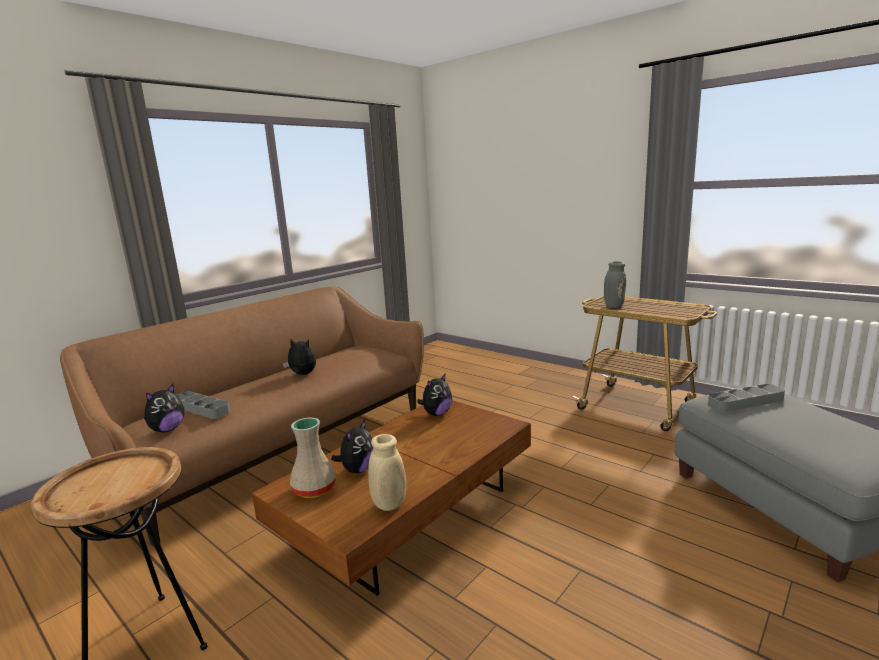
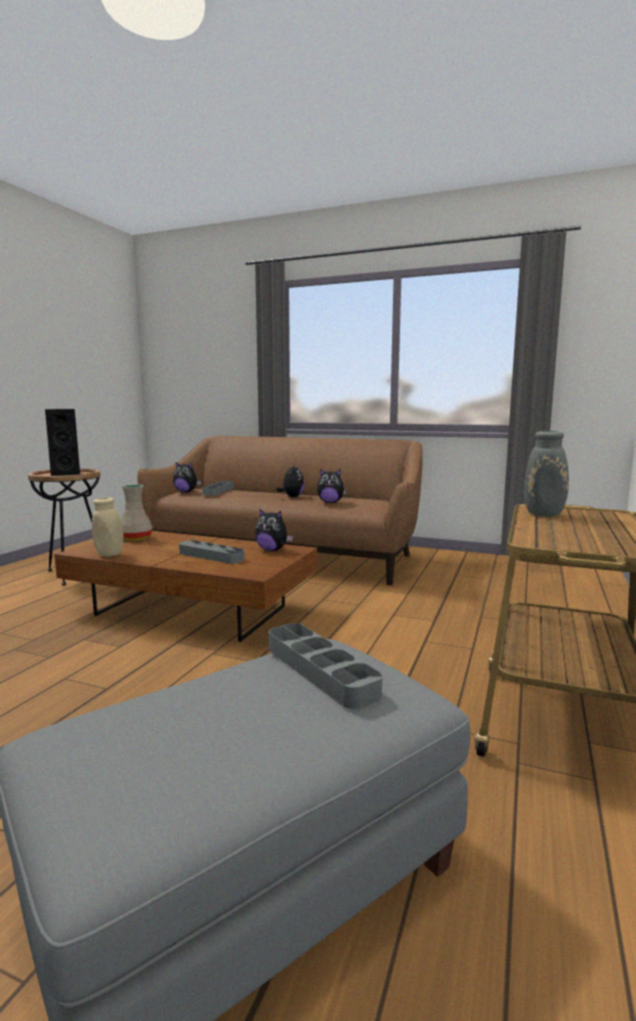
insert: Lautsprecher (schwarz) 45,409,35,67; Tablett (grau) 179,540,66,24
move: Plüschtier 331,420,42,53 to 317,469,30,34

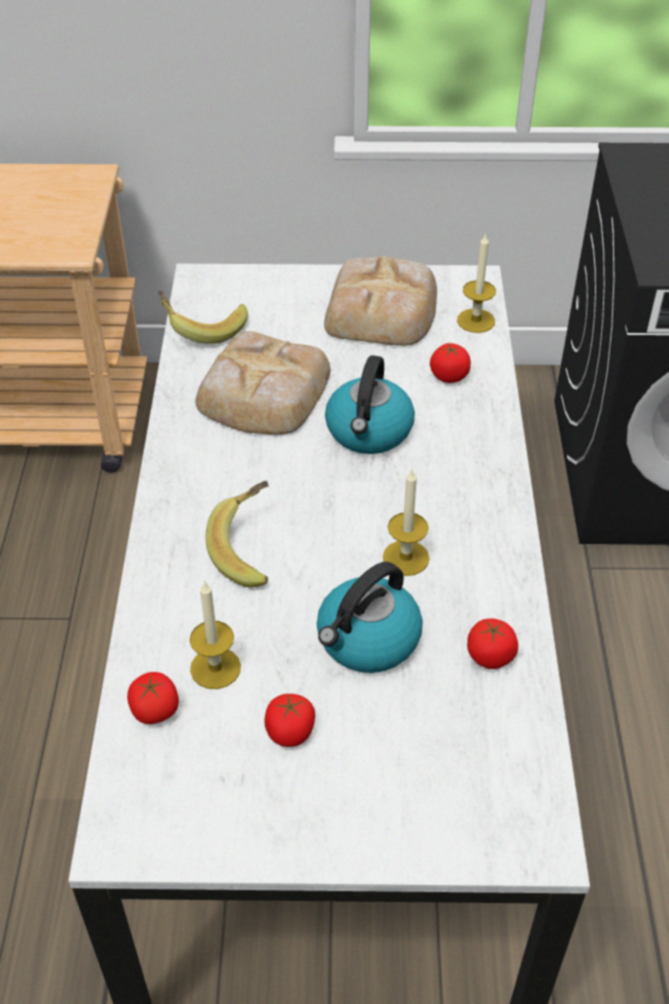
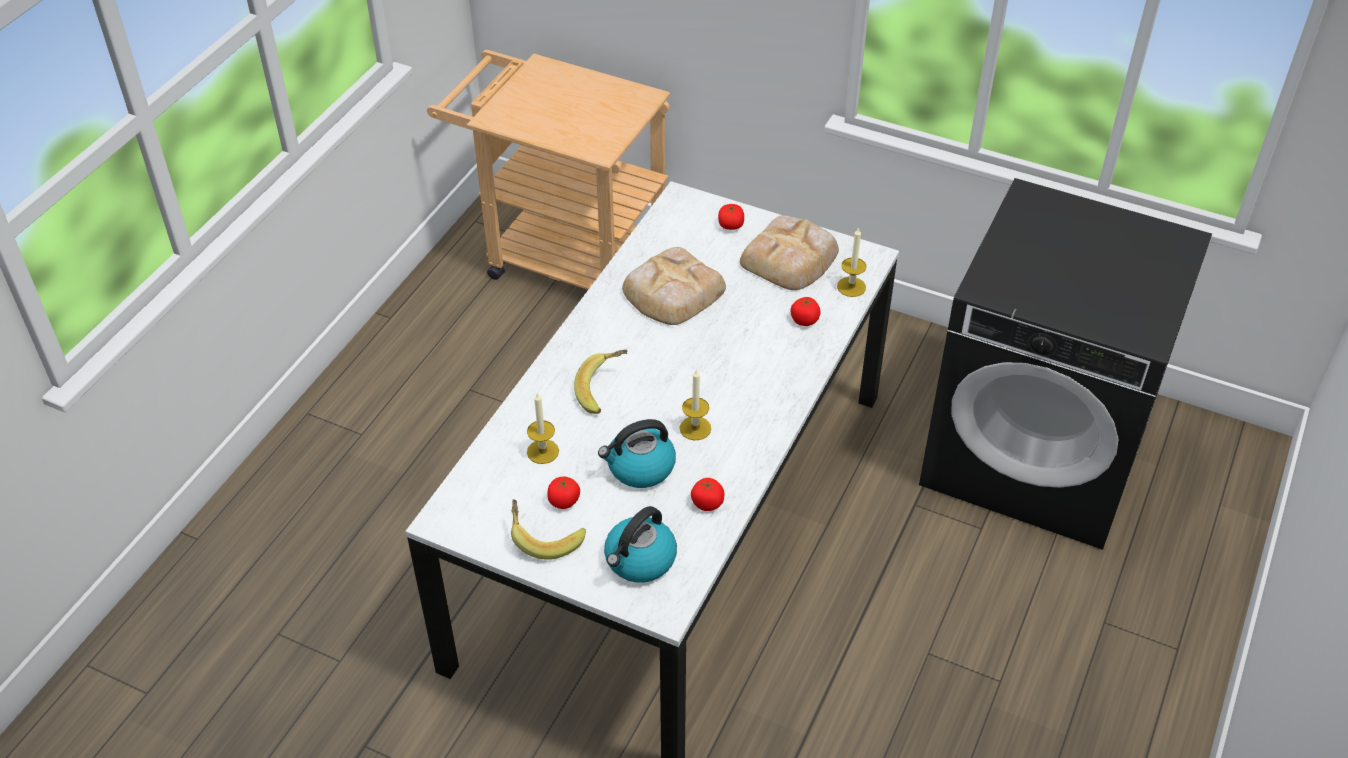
move: Tomate 127,672,52,52 to 718,204,26,26; Banane 158,291,90,53 to 511,499,75,61; Wasserkessel 325,355,90,99 to 604,506,73,77

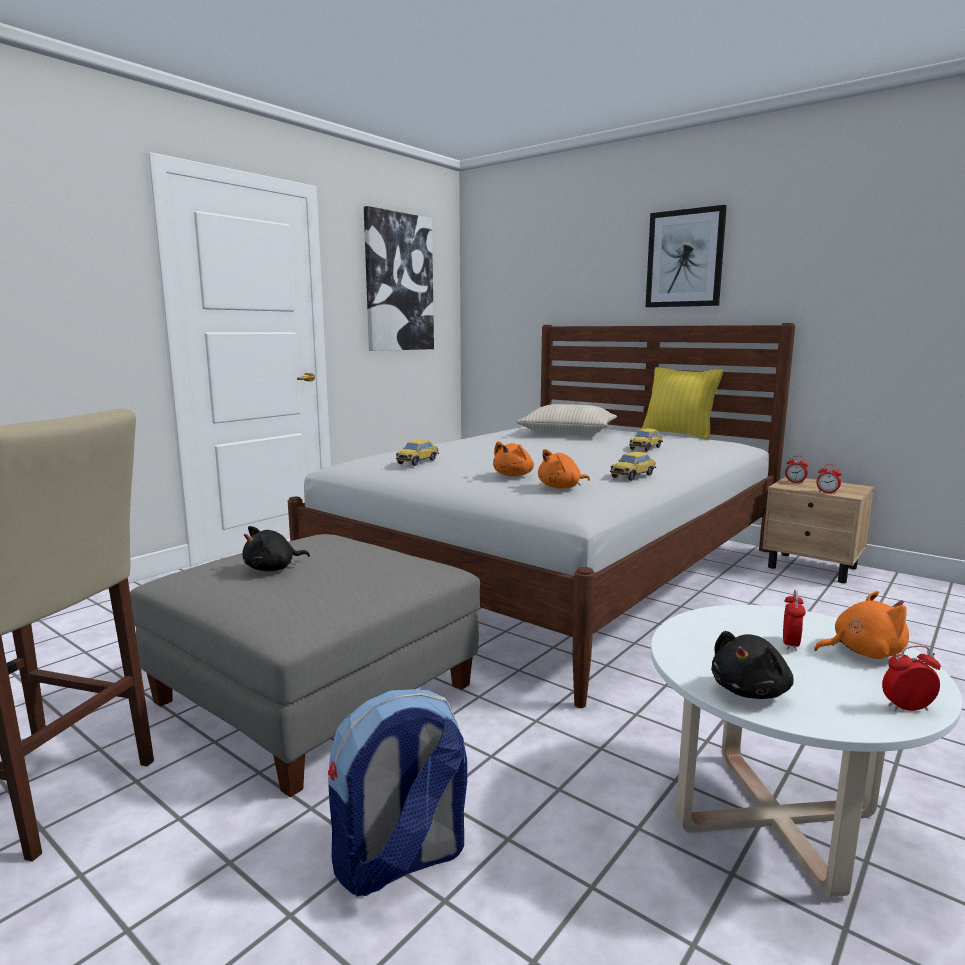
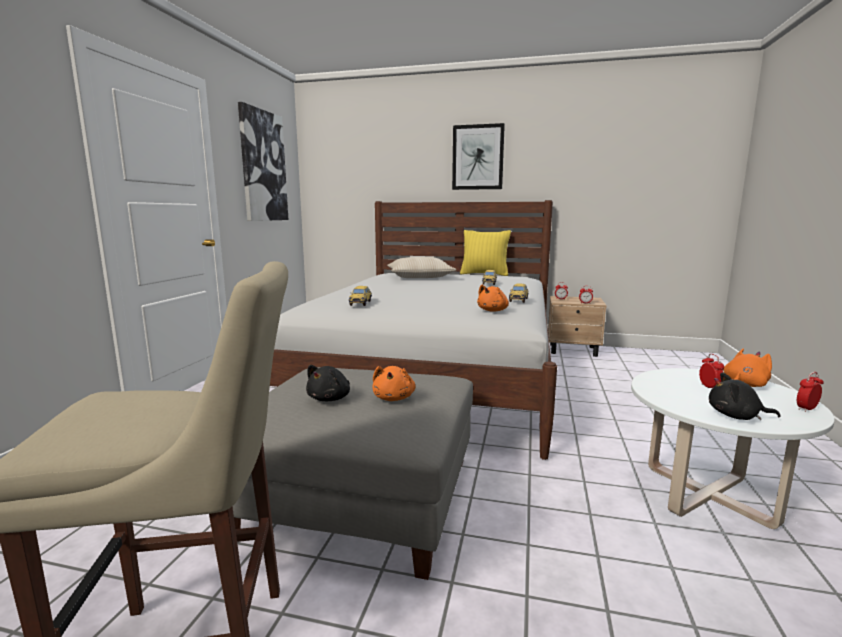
delete: Rucksack 328,689,139,208
move: Plüschtier (orange) 493,441,41,35 to 372,366,44,35
rotate: Plüschtier (schwarz) 711,631,83,68 = 709,372,71,48 90 degrees clockwise

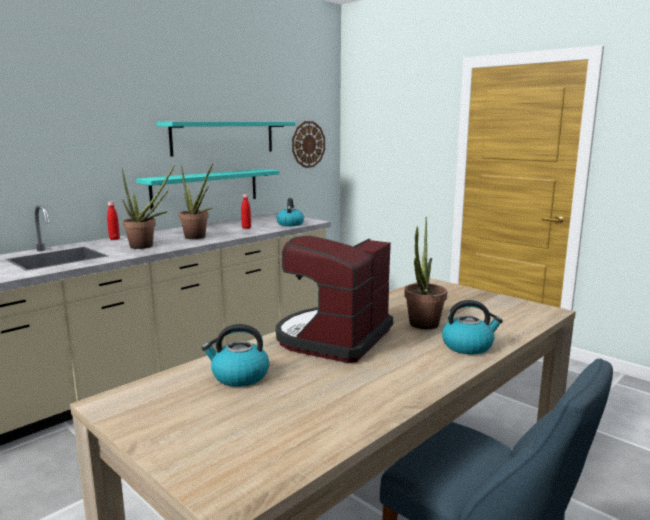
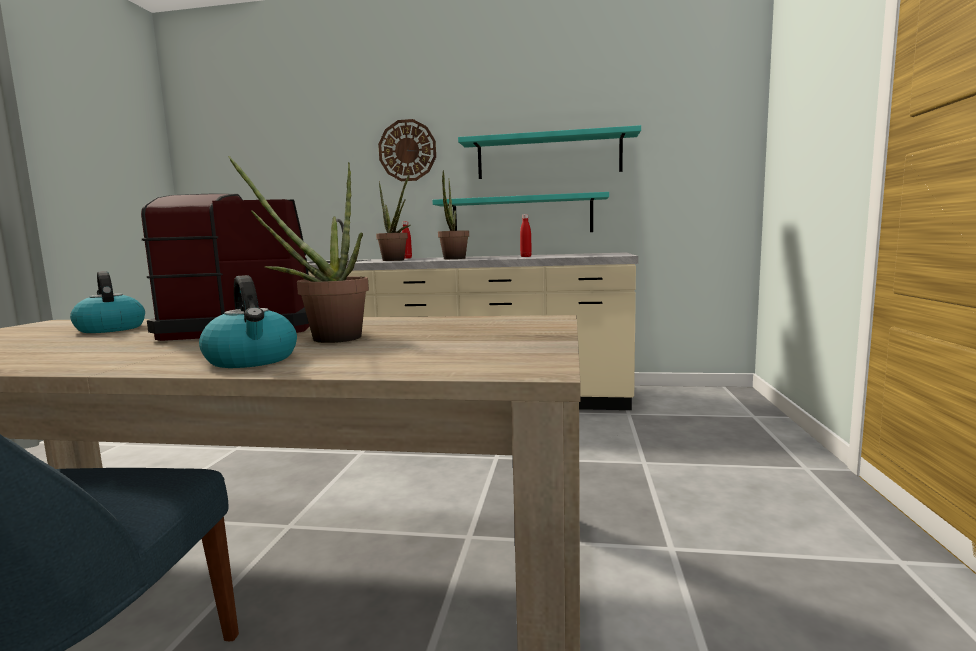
delete: Wasserkessel 277,198,27,28
move: Wanduhr 292,121,33,47 to 378,119,58,62

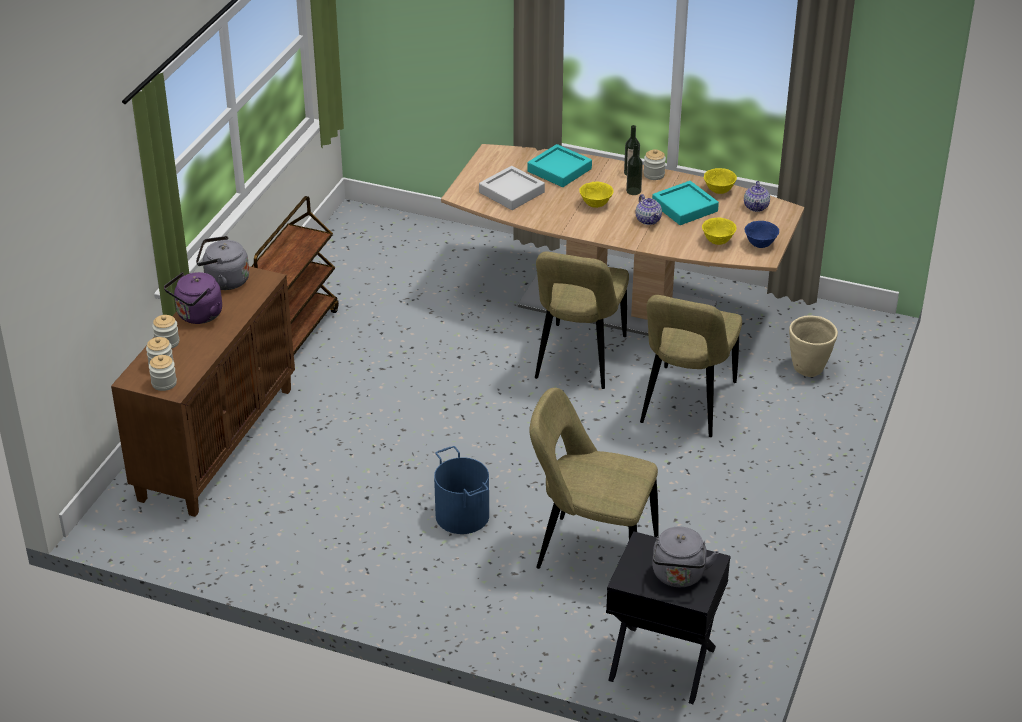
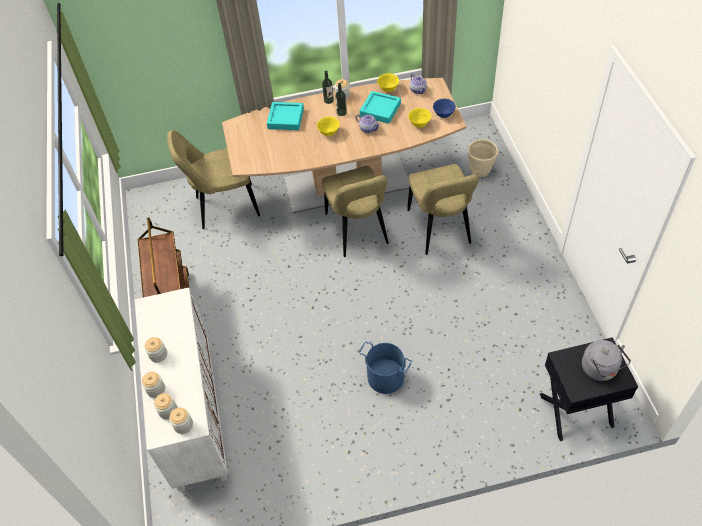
delete: Wasserkessel (grau) 196,236,53,54; Tablett (grau) 479,166,66,44
move: Stuhl (beige) 529,388,130,181 to 167,130,93,99
replace: Wasserkessel (lila) 164,272,58,52 to Vorratsglas 144,337,23,26
recolor: Schrank (braun) 111,266,184,251 to Schrank (weiß) 135,288,93,204

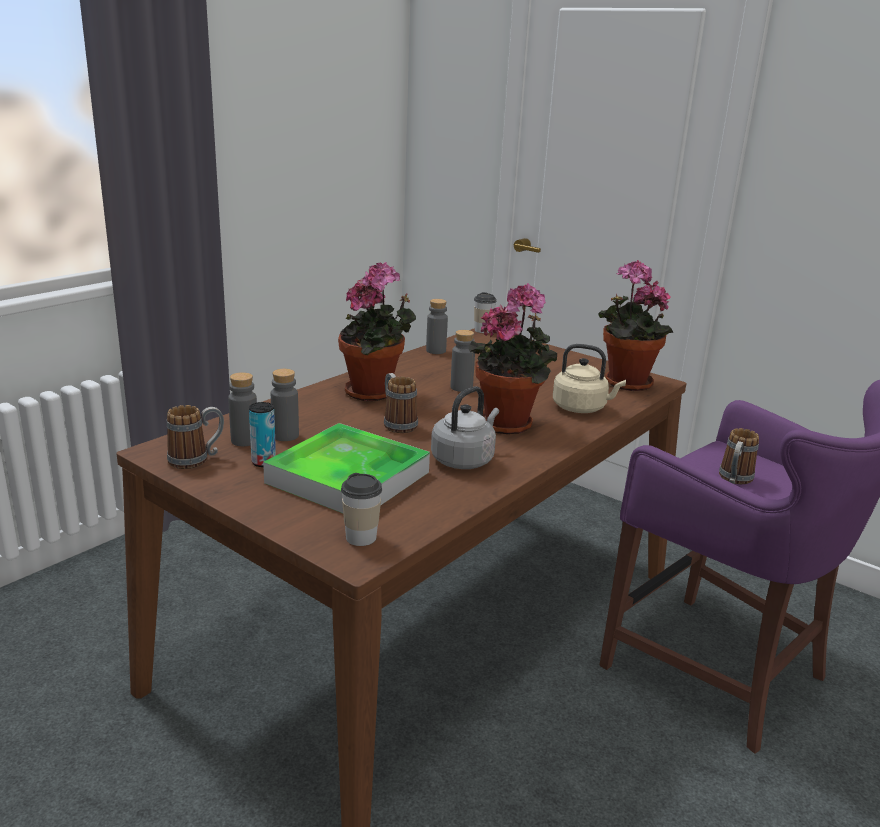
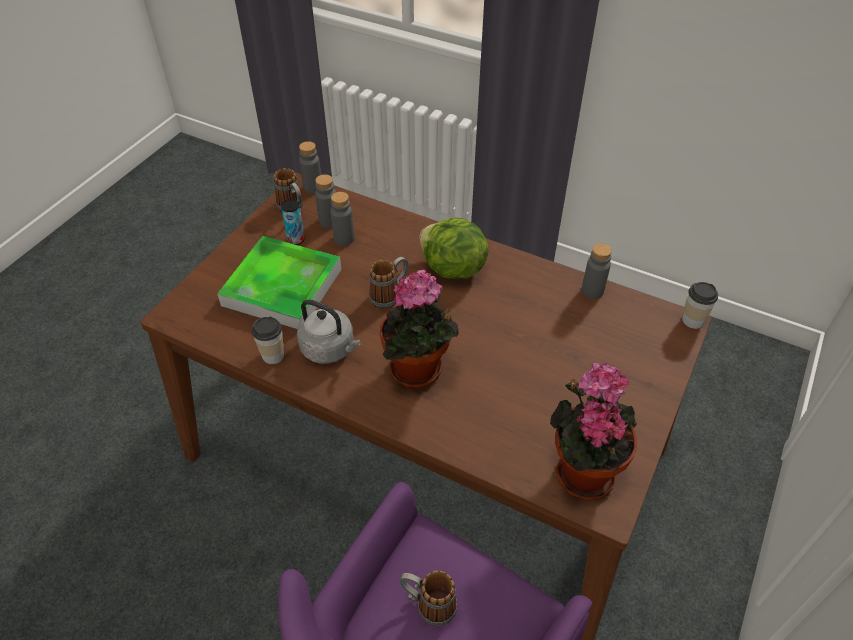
delete: Wasserkessel (beige) 553,344,73,69
move: Tasse 341,473,41,73 to 252,317,32,47; Flasche (grau) 450,330,25,62 to 299,141,22,53
replace: Topfpflanze 338,262,78,139 to Salatkopf 419,218,70,61

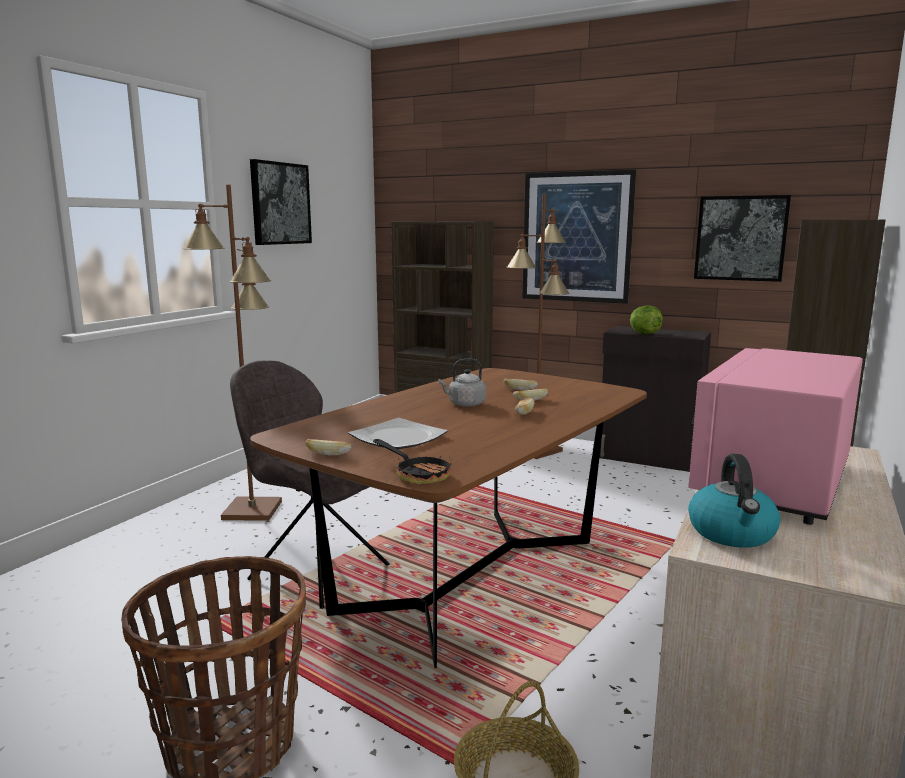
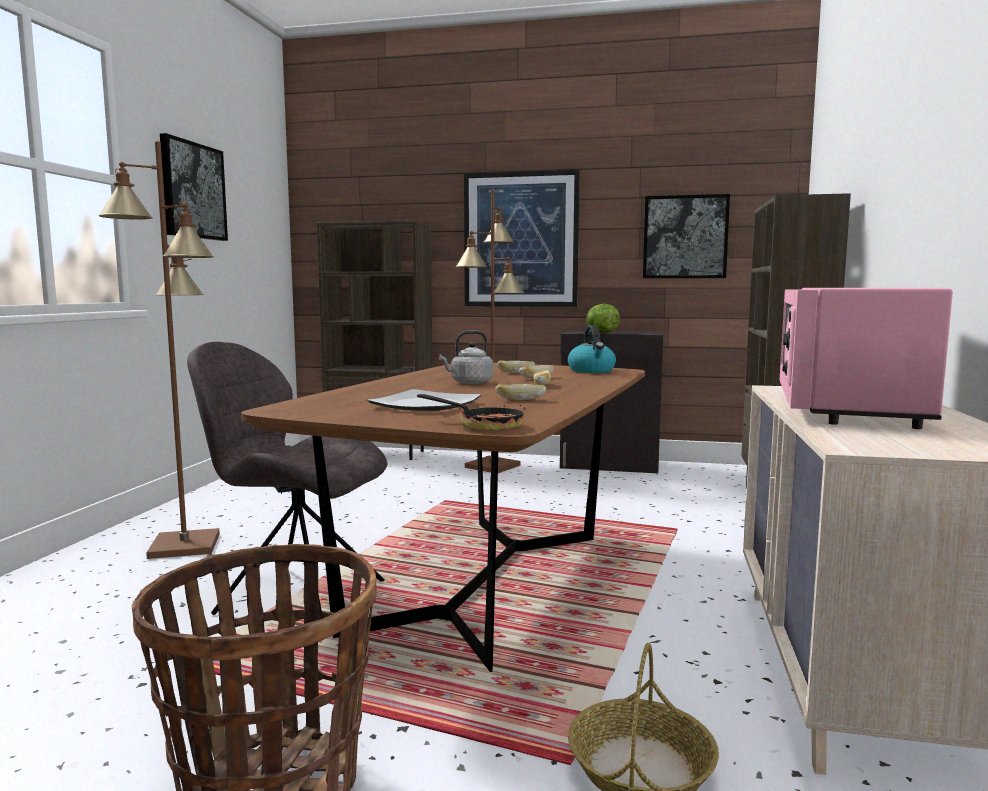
move: Brot 305,439,46,16 to 495,384,51,16; Wasserkessel 688,454,92,94 to 568,325,48,48

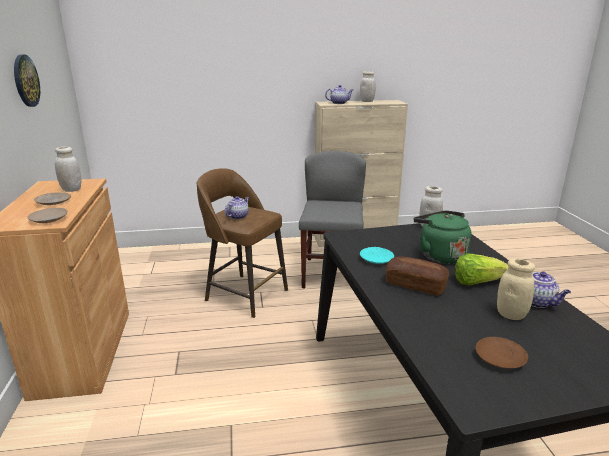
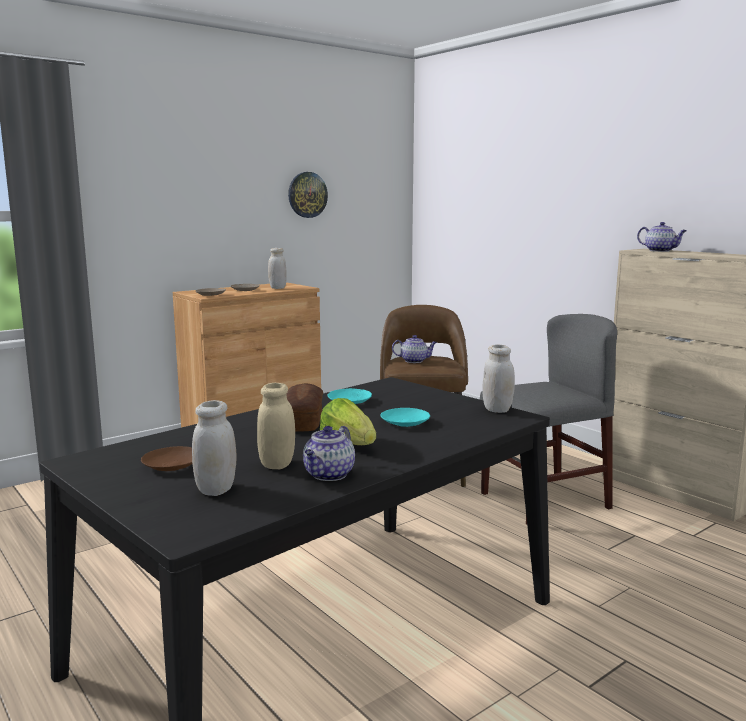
move: Vorratsglas (weiß) 360,71,16,31 to 192,400,45,96
replace: Wasserkessel (grün) 414,211,58,53 to Teller (türkis) 380,408,50,19

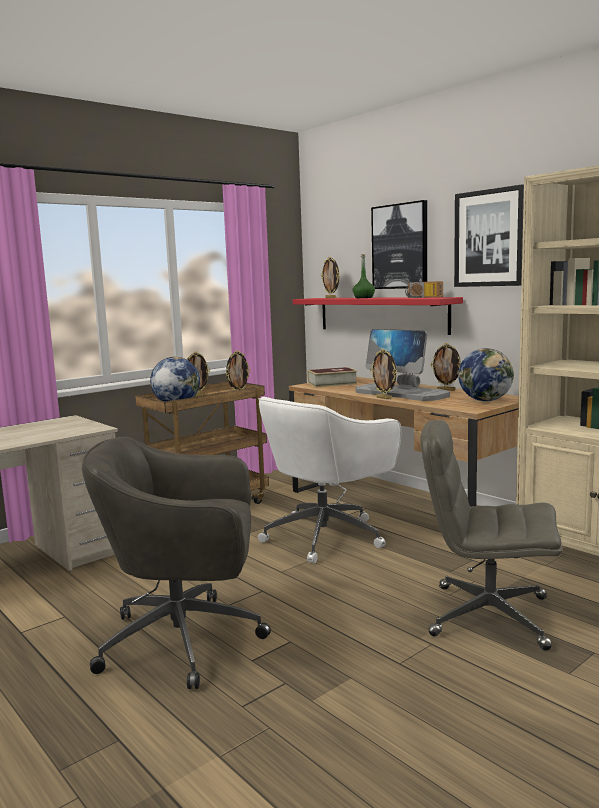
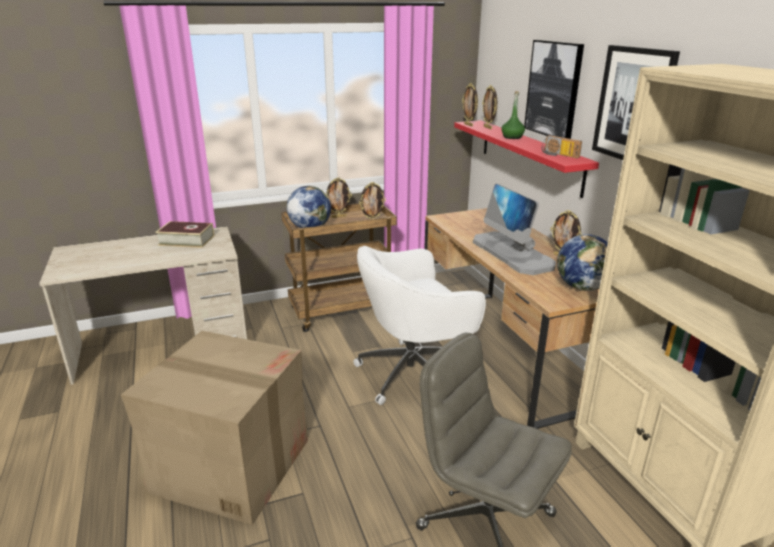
move: Buch 307,367,51,21 to 155,221,59,27; Bilderrahmen 370,349,27,50 to 462,83,16,44
replace: Bürostuhl (grau) 82,437,189,252 to Karton 121,331,187,194

